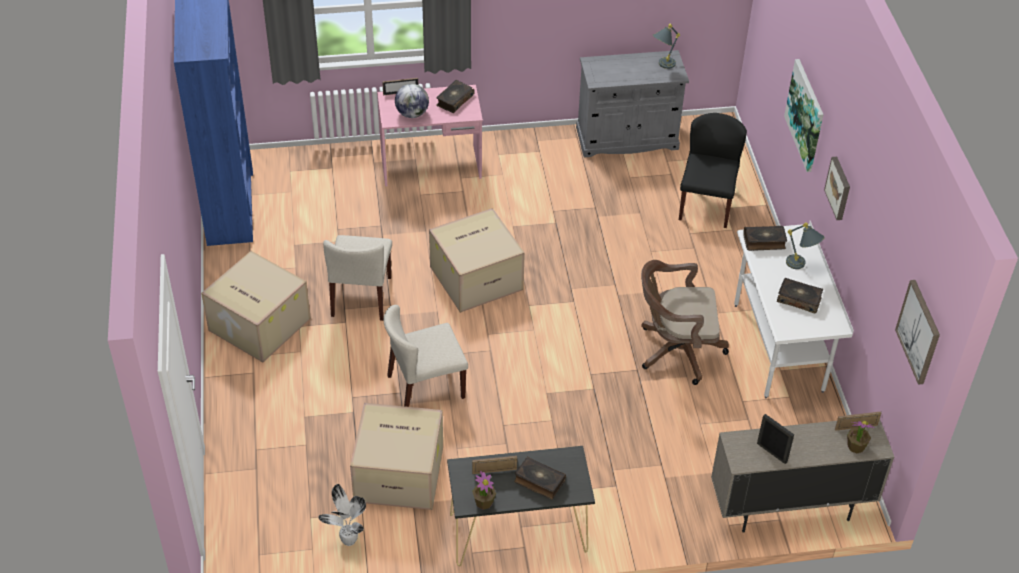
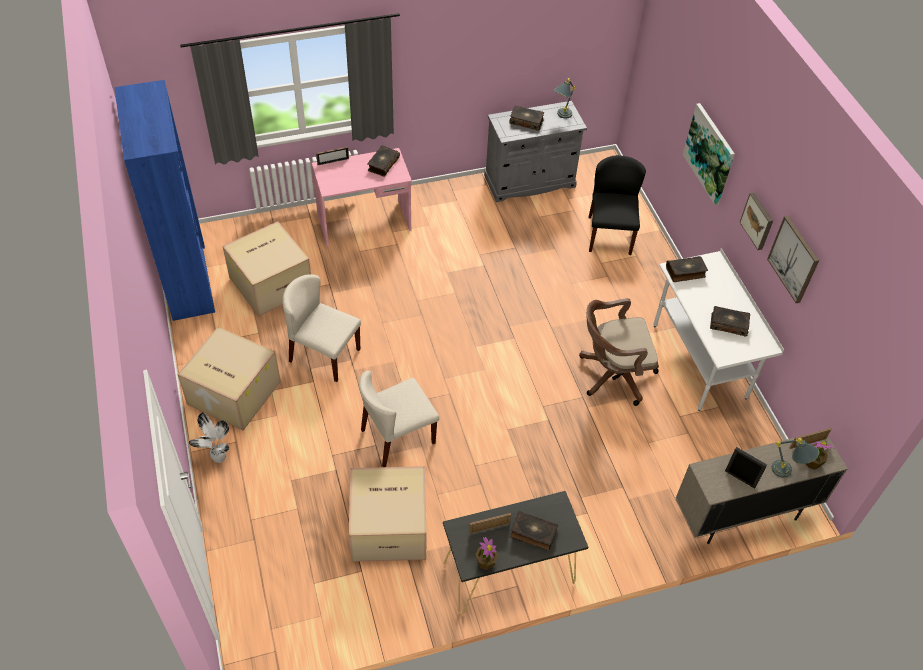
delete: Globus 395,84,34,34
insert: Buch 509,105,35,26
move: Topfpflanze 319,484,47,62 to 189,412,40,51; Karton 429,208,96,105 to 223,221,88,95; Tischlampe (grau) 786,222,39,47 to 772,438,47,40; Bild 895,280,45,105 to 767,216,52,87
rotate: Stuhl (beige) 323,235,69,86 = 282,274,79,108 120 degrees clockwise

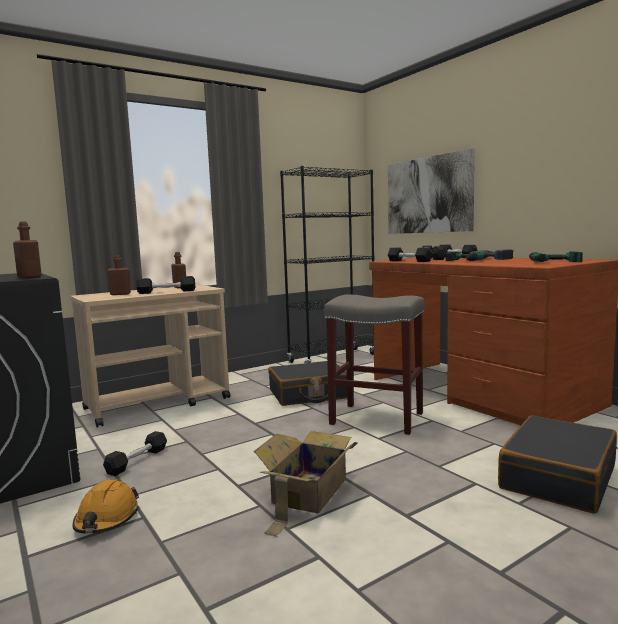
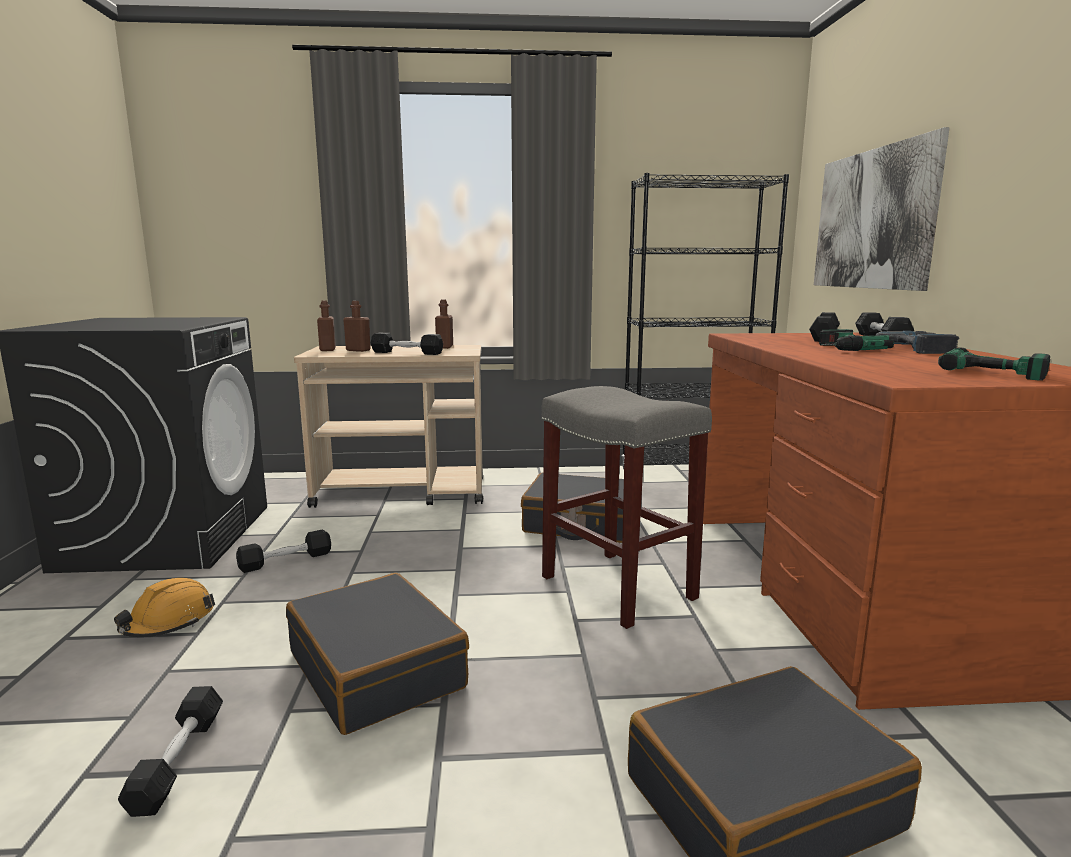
move: Flasche (braun) 13,222,29,57 to 317,300,19,51; Hantel (schwarz) 388,248,44,14 to 118,686,105,131
replace: Karton 254,431,104,106 to Koffer (schwarz) 286,573,183,162

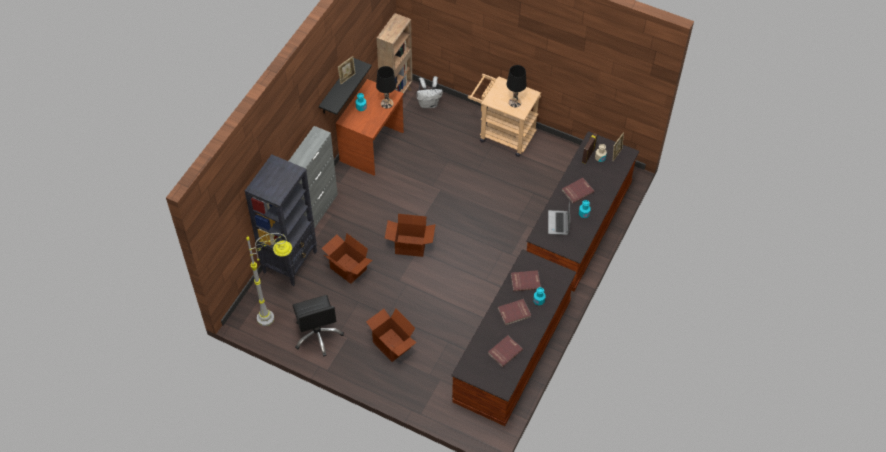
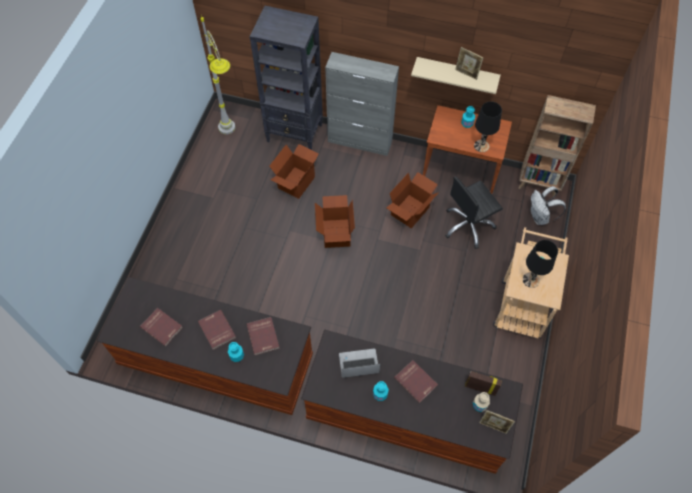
move: Bürostuhl (schwarz) 292,295,52,62 to 445,176,58,73; Karton 366,309,51,53 to 386,172,53,56
recolor: Wandregal (schwarz) 319,58,53,57 to Wandregal (beige) 411,57,90,37

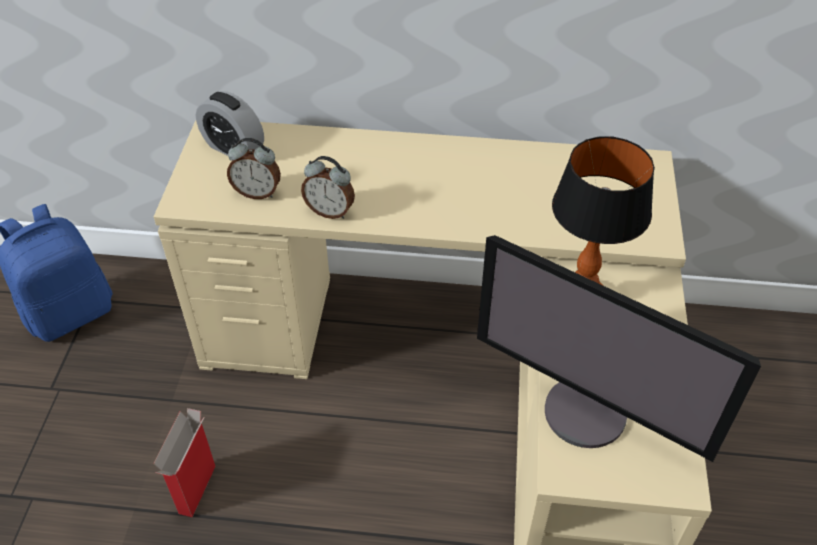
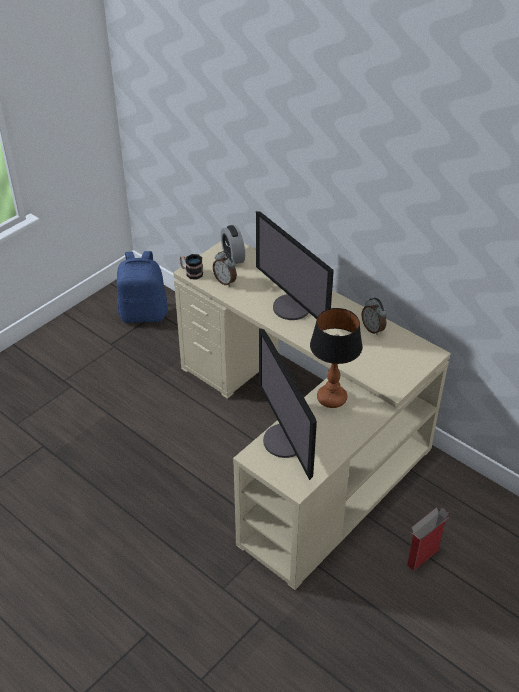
insert: Henkelbecher 180,254,23,26; Monitor 256,211,78,109
move: Karton 153,408,62,109 to 407,507,42,64; Wecker 301,156,54,63 to 362,298,25,37

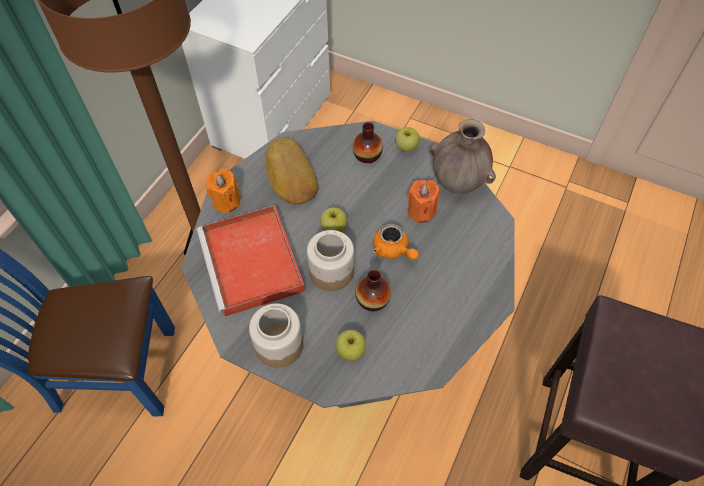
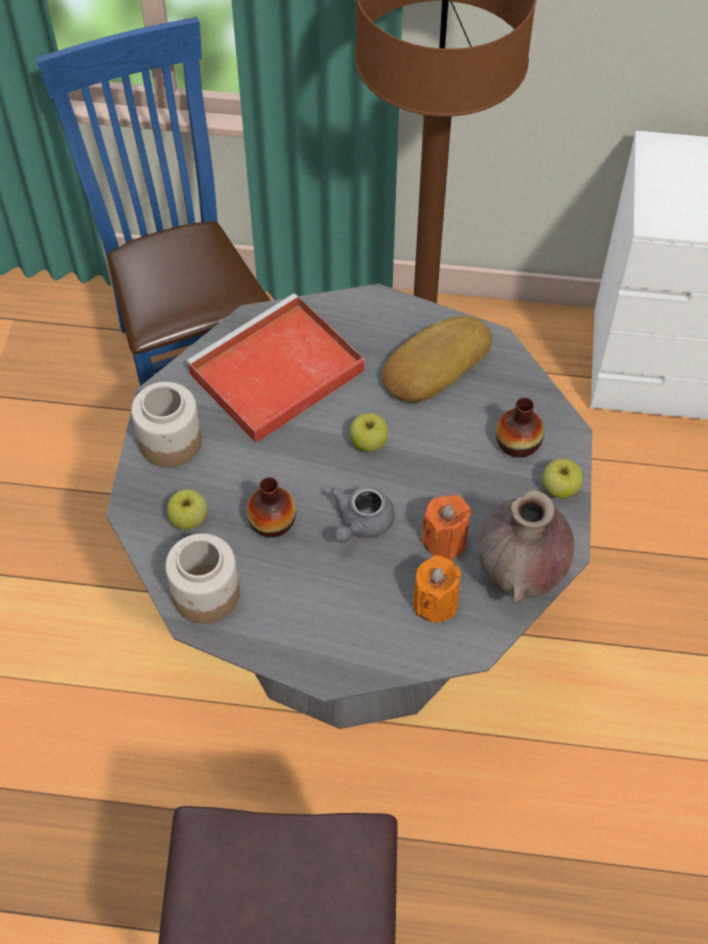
move: Kerze (orange) 206,168,35,45 to 413,555,49,67; Vorratsglas 307,230,47,61 to 165,533,75,91
recolor: Teekanne (orange) 373,224,46,36 to Teekanne (grau) 330,486,65,57

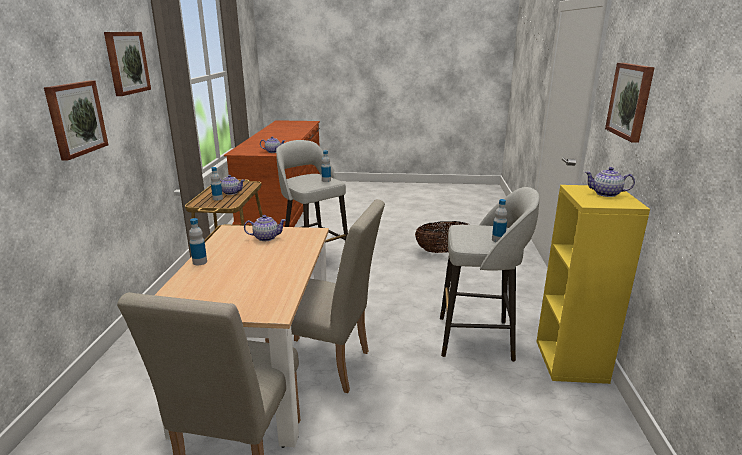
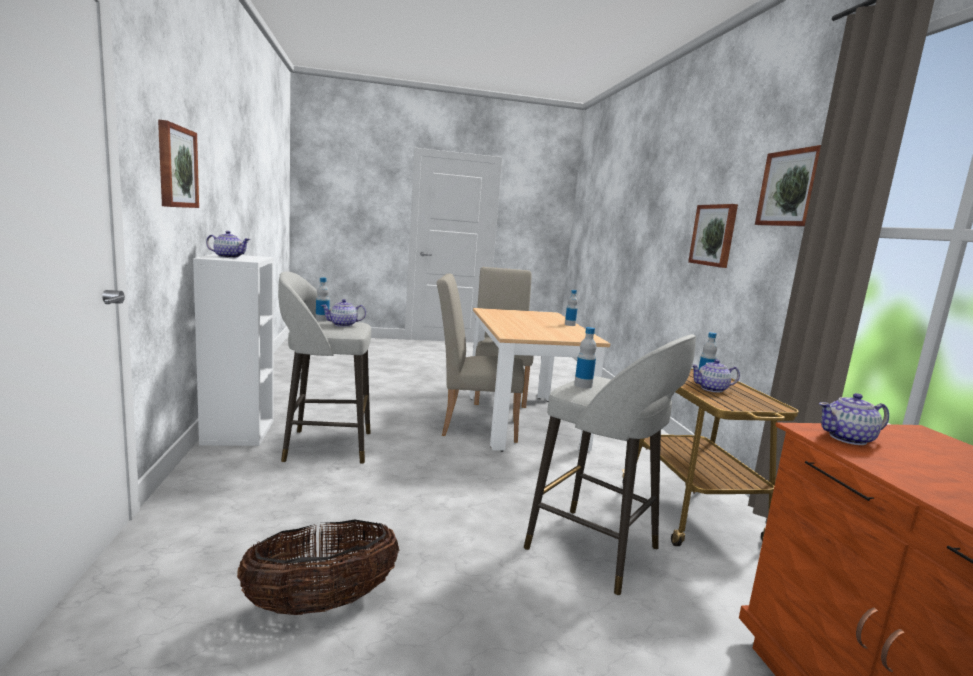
move: Teekanne 244,215,42,26 to 321,299,45,28
recolor: Bücherregal (gelb) 536,185,114,199 to Bücherregal (weiß) 193,254,80,192

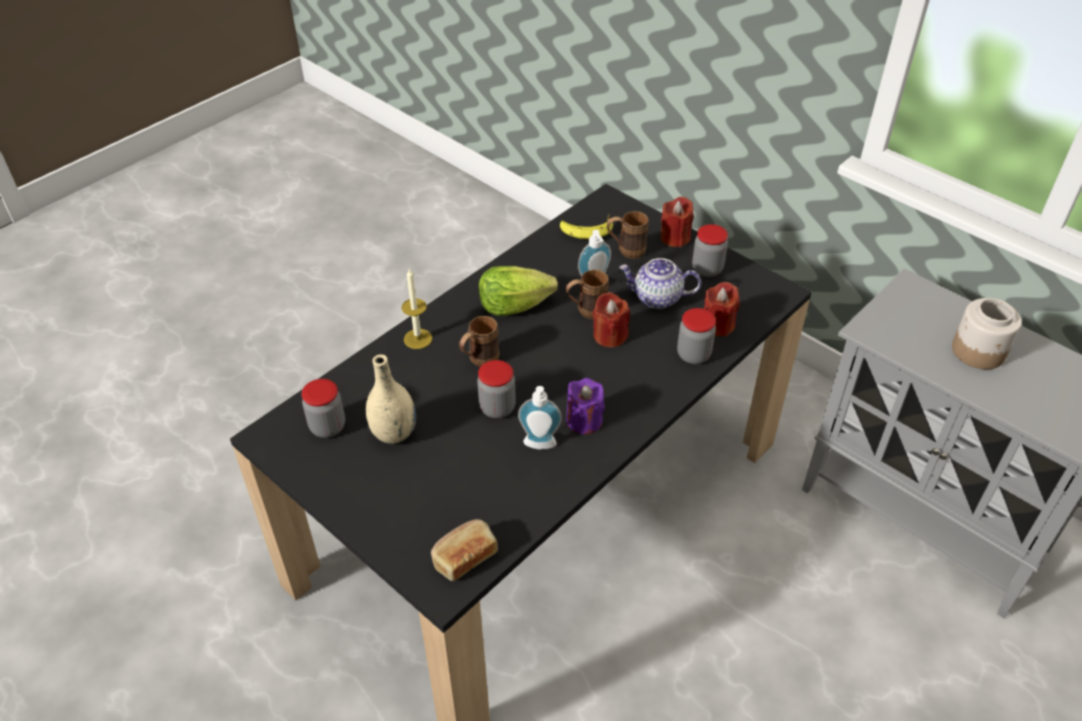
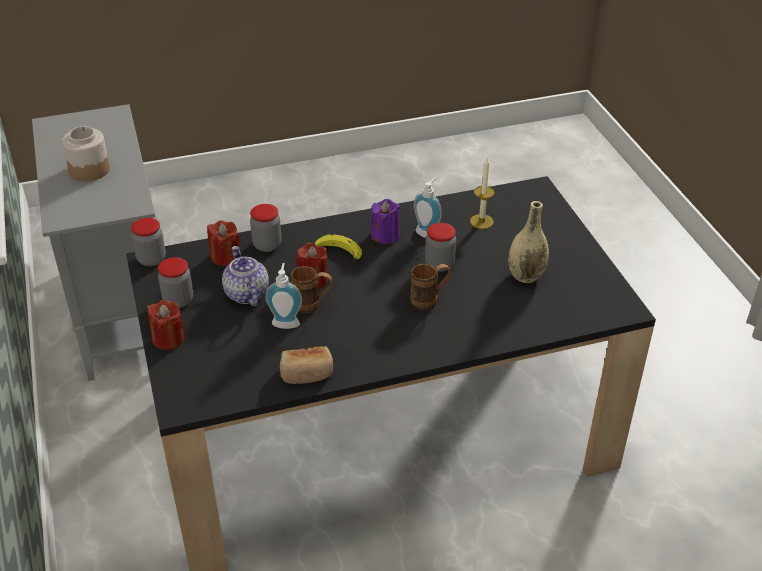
delete: Salatkopf 479,266,79,50; Henkelbecher (braun) 607,211,42,48
move: Vorratsglas 301,379,44,59 to 131,218,35,48; Kerze 402,269,30,80 to 470,158,25,71; Brot 431,519,67,63 to 280,346,53,38; Banane 560,214,53,25 to 314,234,48,27
rotate: Teekanne 619,258,82,51 = 222,246,47,60 150 degrees counterclockwise

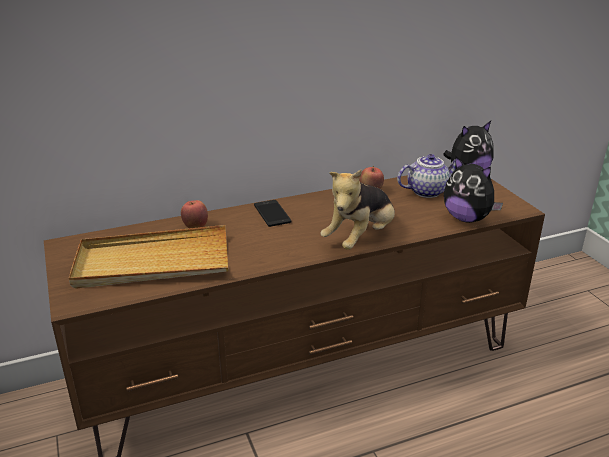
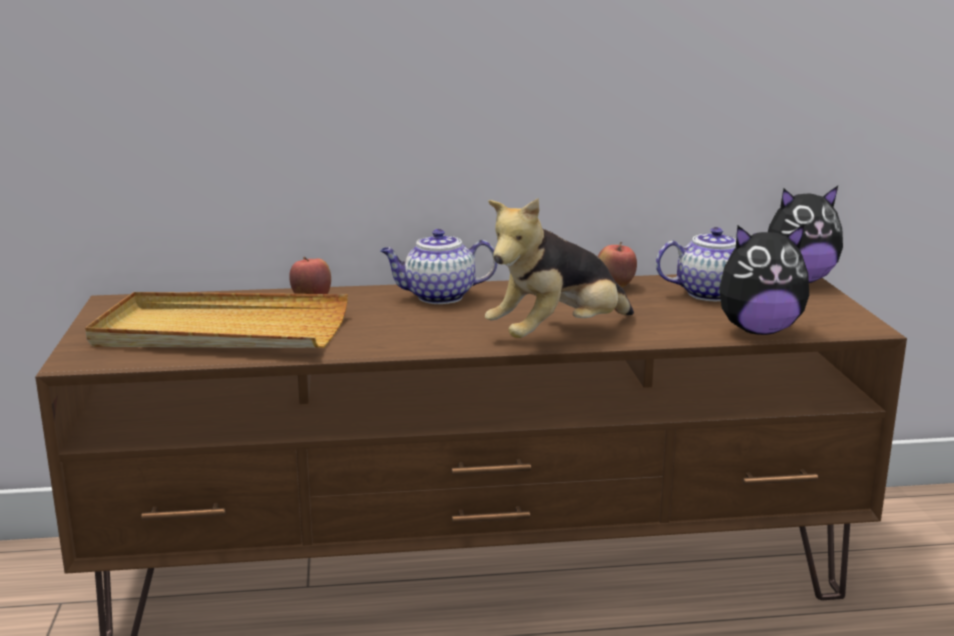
replace: Handy 254,200,37,27 to Teekanne 380,229,118,75
rotate: Plüschtier 444,157,59,66 = 719,225,90,110 60 degrees counterclockwise

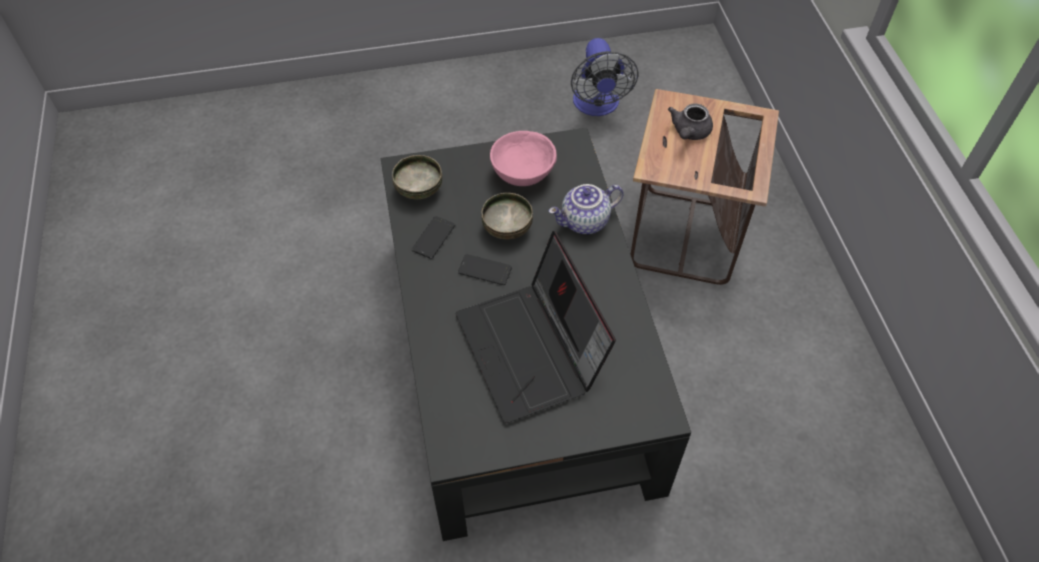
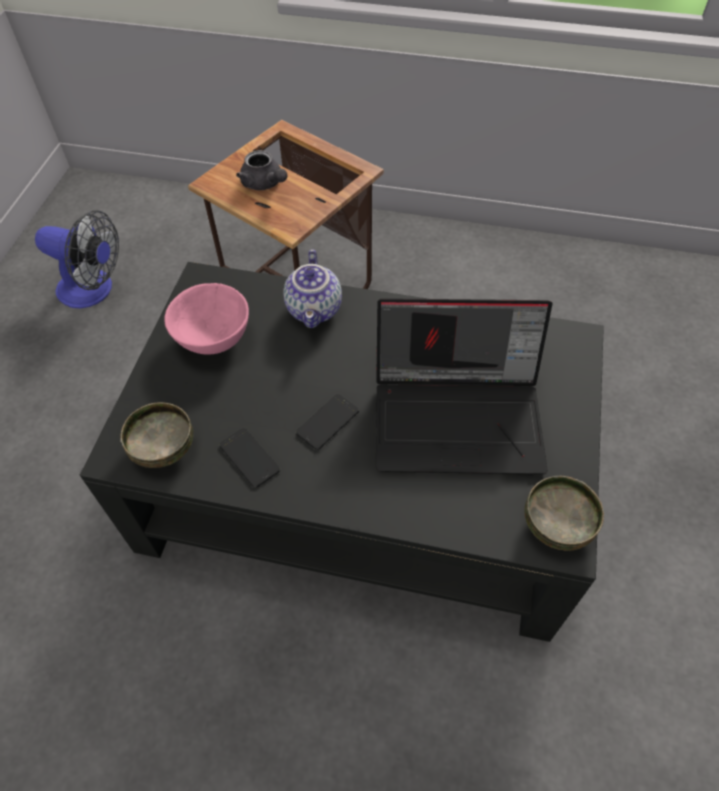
move: Schüssel 482,193,51,46 to 525,476,79,75

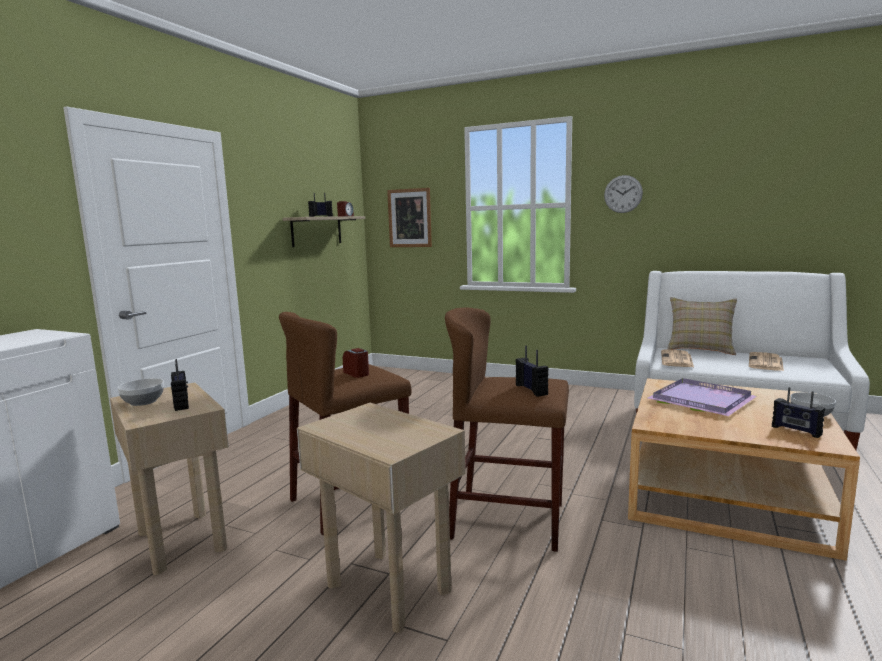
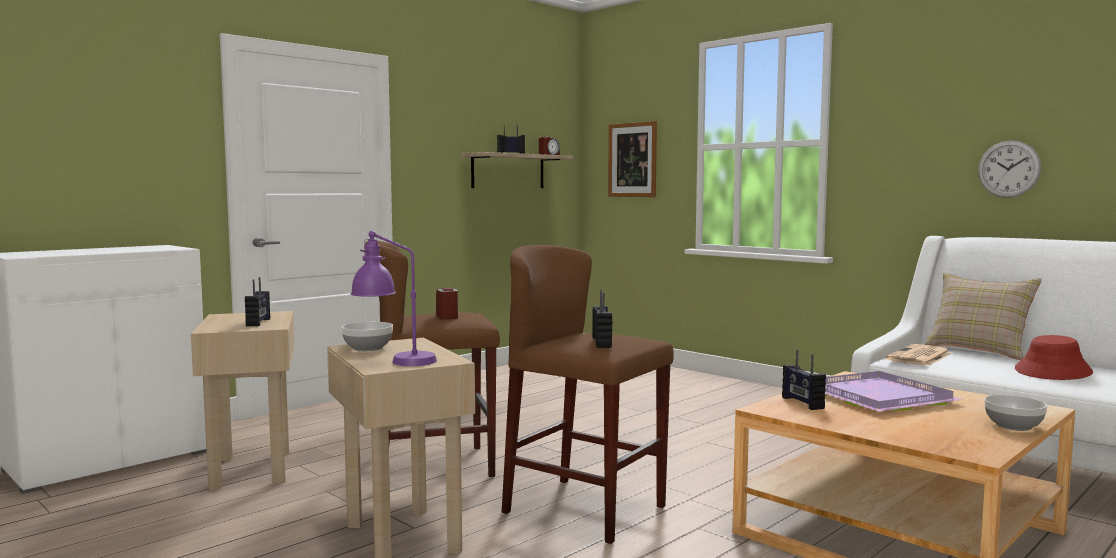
insert: Tischlampe (lila) 351,231,86,135
move: Schüssel 118,378,46,28 to 341,322,52,29; Wanduhr 604,175,39,38 to 978,140,63,58; Radio 772,387,53,51 to 782,349,44,61
replace: Zeitung 749,352,35,19 to Hut (rot) 1015,335,78,45

